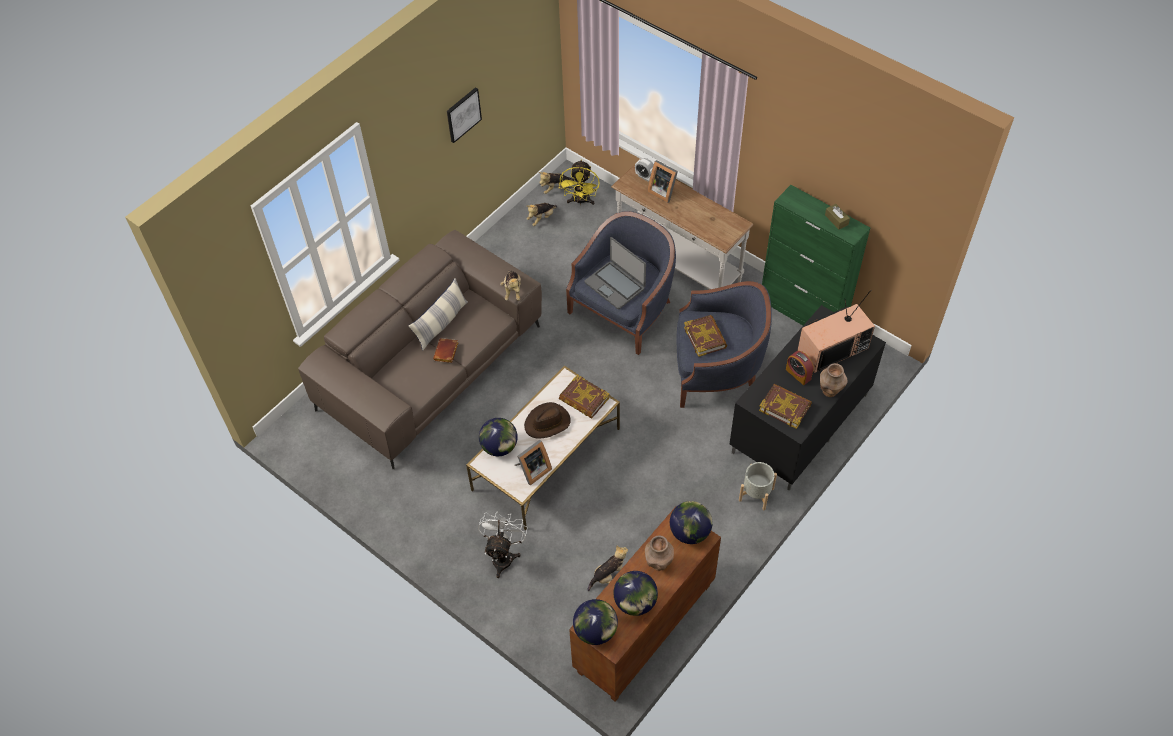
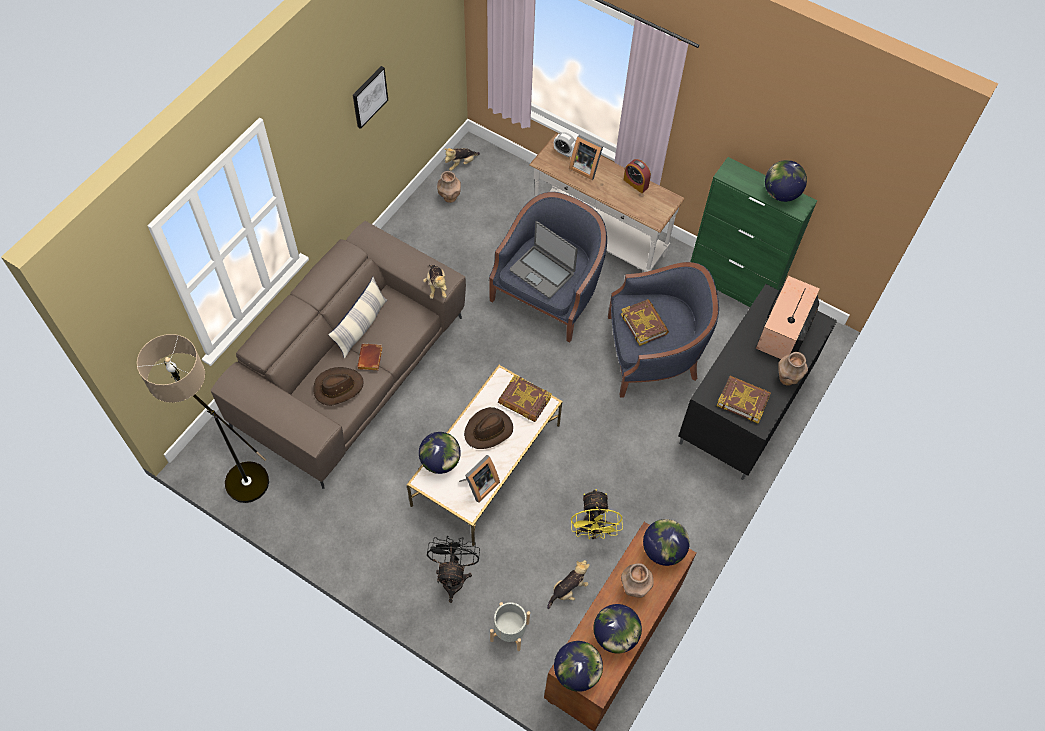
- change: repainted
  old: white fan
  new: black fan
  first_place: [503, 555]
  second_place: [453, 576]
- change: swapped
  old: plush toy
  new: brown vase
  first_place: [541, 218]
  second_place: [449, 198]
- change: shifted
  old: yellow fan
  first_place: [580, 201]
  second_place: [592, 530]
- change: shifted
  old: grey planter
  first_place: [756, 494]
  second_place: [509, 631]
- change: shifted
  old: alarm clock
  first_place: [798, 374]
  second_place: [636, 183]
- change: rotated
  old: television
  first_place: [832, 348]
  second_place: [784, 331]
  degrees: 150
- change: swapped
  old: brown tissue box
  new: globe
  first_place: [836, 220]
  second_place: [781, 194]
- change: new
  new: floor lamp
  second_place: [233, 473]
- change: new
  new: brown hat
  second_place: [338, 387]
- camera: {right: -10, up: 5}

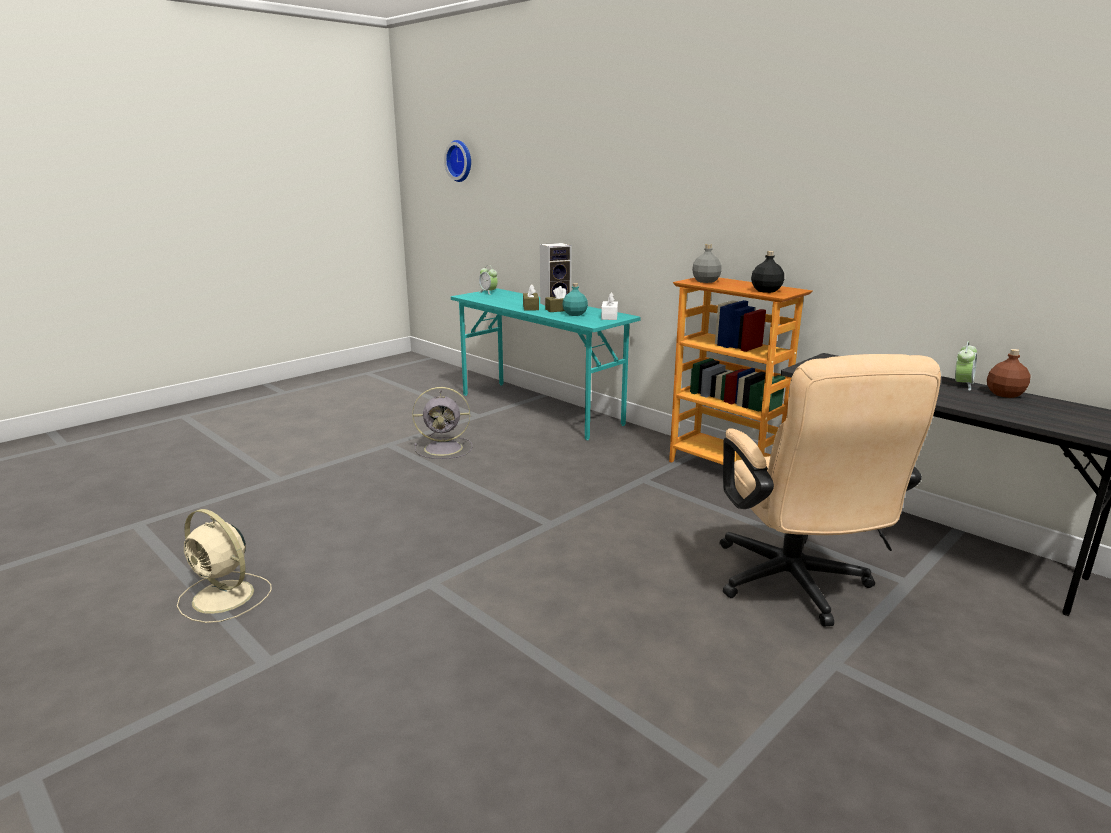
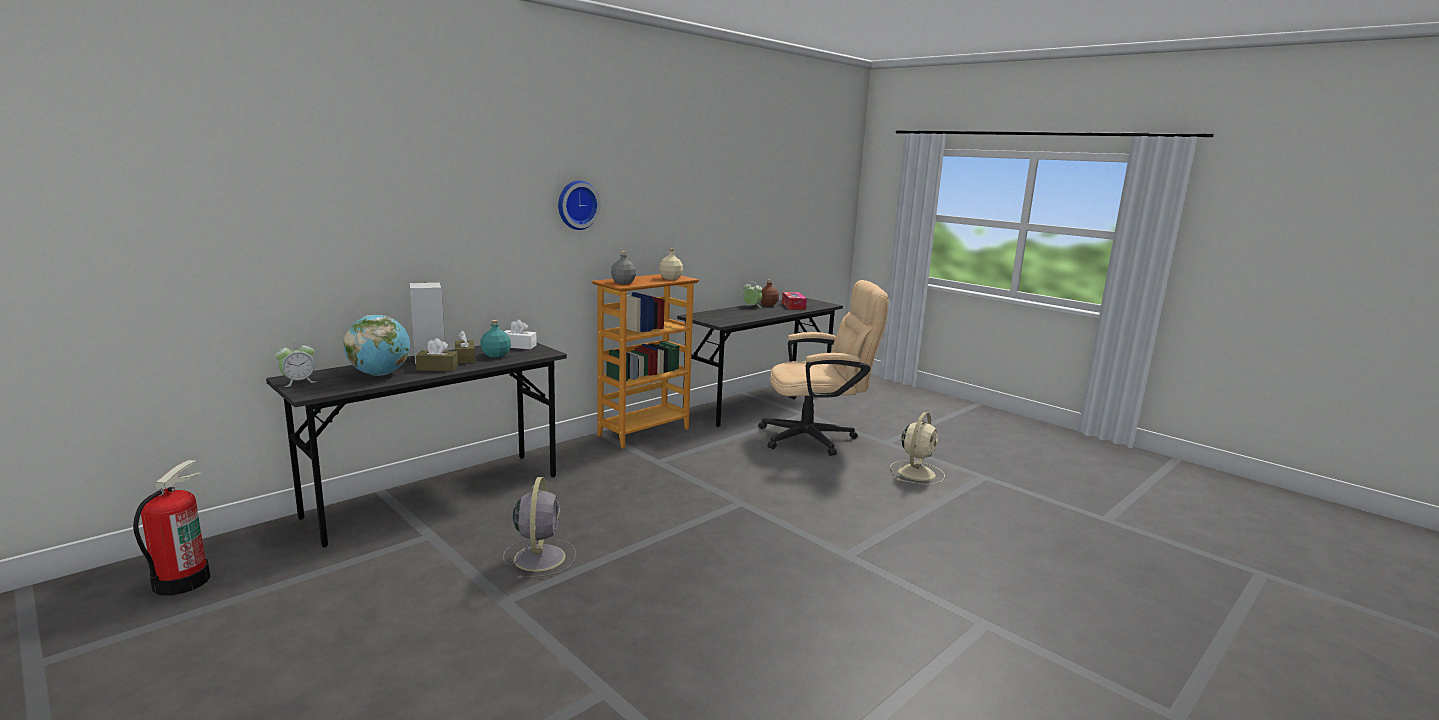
- change: shifted
  old: beige fan
  first_place: [225, 597]
  second_place: [917, 472]
- change: shifted
  old: wall clock
  first_place: [461, 161]
  second_place: [576, 205]
- change: repainted
  old: turquoise desk
  new: grey desk
  first_place: [540, 409]
  second_place: [437, 495]
- change: repainted
  old: black bottle
  new: beige bottle
  first_place: [766, 291]
  second_place: [671, 278]
- change: new
  new: fire extinguisher
  second_place: [181, 581]
- change: new
  new: globe
  second_place: [380, 374]
- change: new
  new: tissue box
  second_place: [793, 306]
- camera: {right: -90, up: -5}

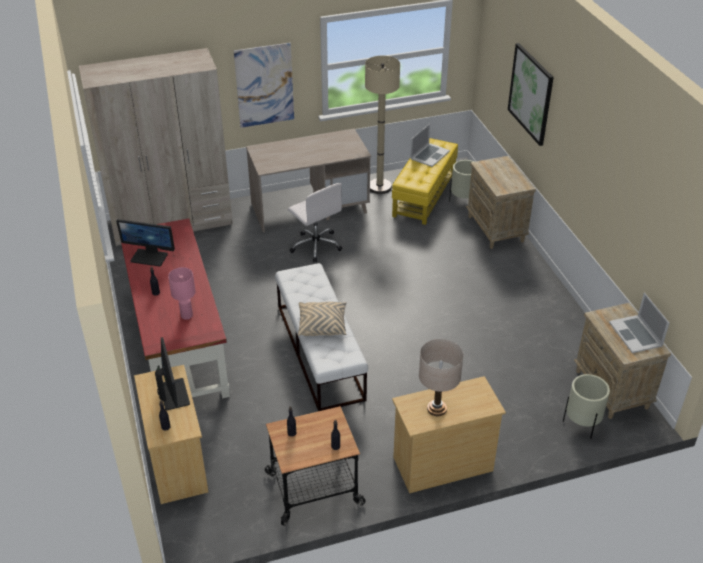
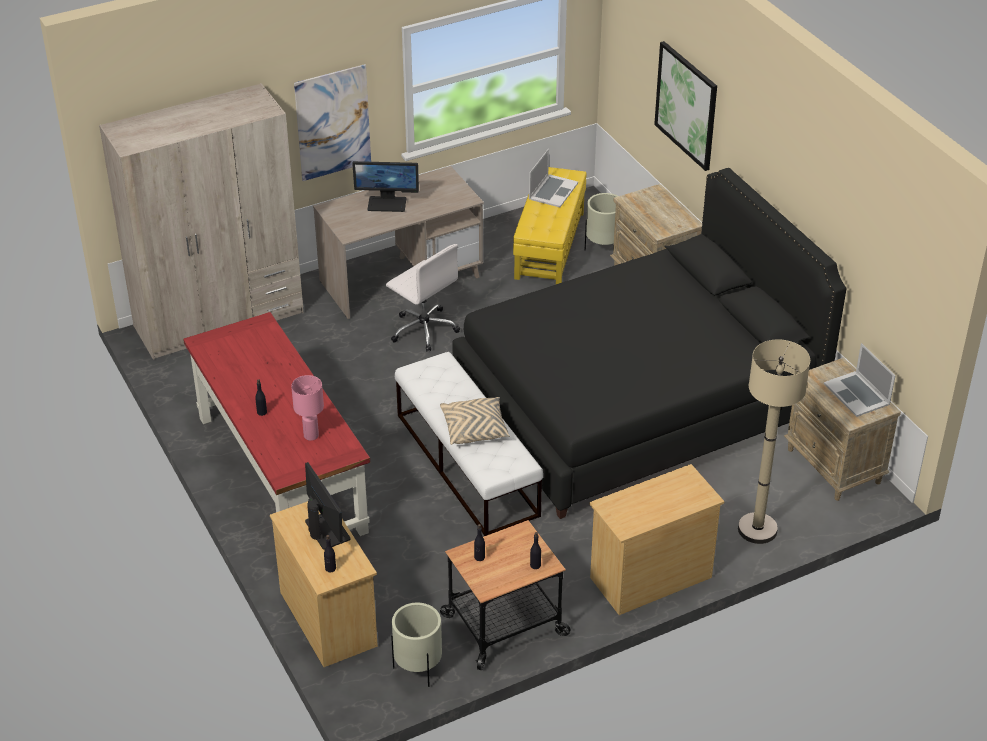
- change: shifted
  old: monitor
  first_place: [149, 257]
  second_place: [387, 203]
- change: shifted
  old: beige floor lamp
  first_place: [379, 187]
  second_place: [757, 529]
- change: gone
  old: beige table lamp
  first_place: [437, 409]
- change: shifted
  old: beige planter
  first_place: [581, 424]
  second_place: [418, 669]
- change: new
  new: black bed
  second_place: [636, 404]
- camera: {right: -10, up: 0}

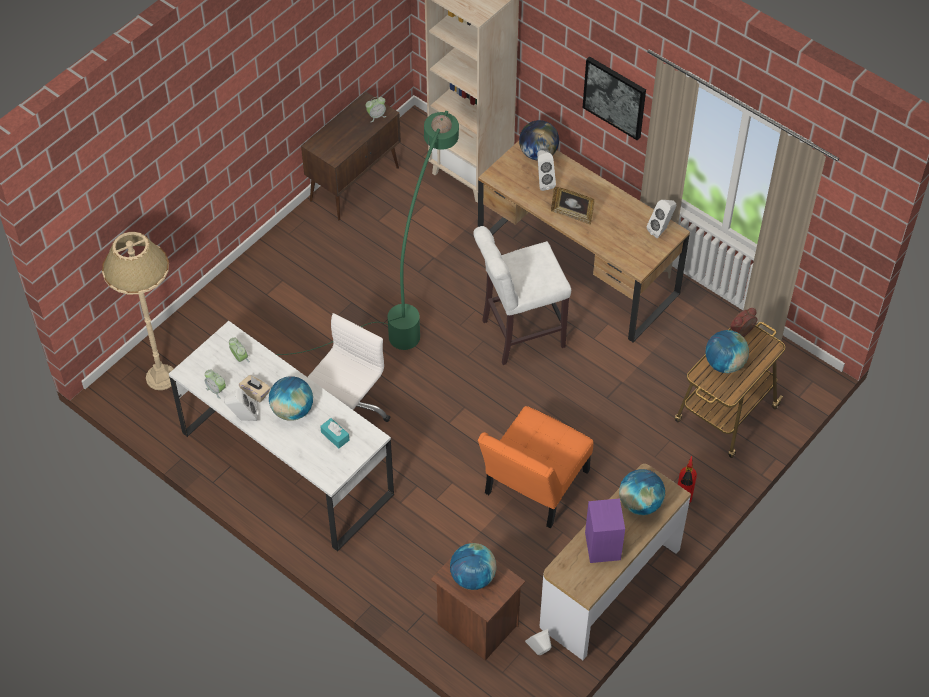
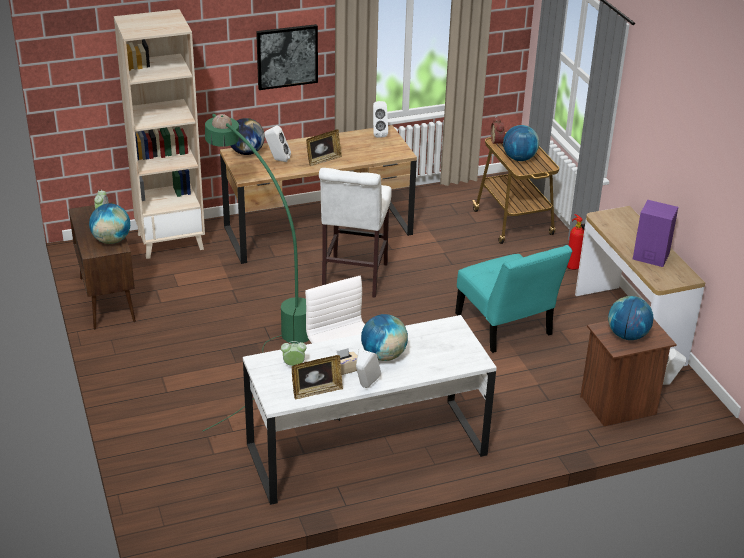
- change: gone
  old: beige floor lamp
  first_place: [161, 377]
- change: swapped
  old: alarm clock
  new: picture frame
  first_place: [216, 390]
  second_place: [316, 391]
- change: gone
  old: turquoise tissue box
  first_place: [335, 436]
- change: repainted
  old: orange chair
  new: turquoise chair
  first_place: [533, 487]
  second_place: [506, 327]
- change: shifted
  old: globe
  first_place: [640, 503]
  second_place: [111, 240]
- camera: {right: -60, up: -20}

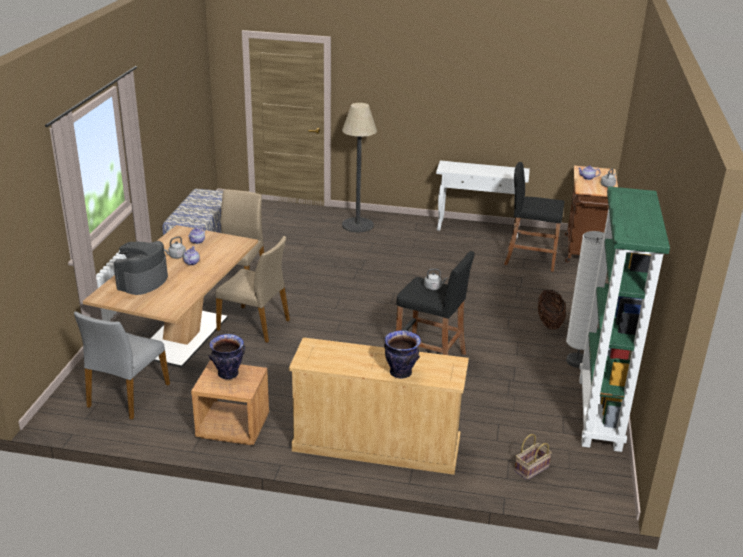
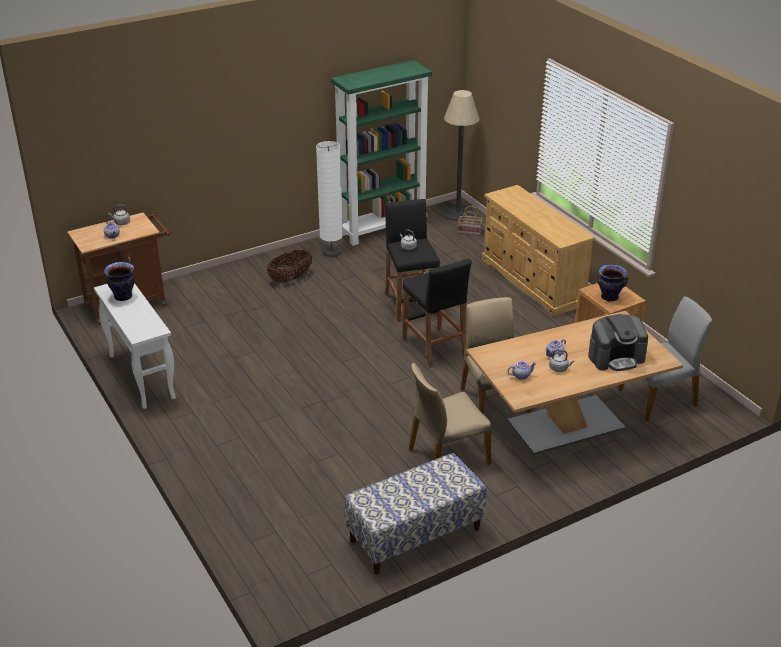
- change: shifted
  old: floor lamp
  first_place: [357, 225]
  second_place: [458, 213]
- change: shifted
  old: vase
  first_place: [400, 373]
  second_place: [123, 297]
- change: shifted
  old: black stool
  first_place: [529, 259]
  second_place: [434, 347]
- camera: {right: -130, up: 5}

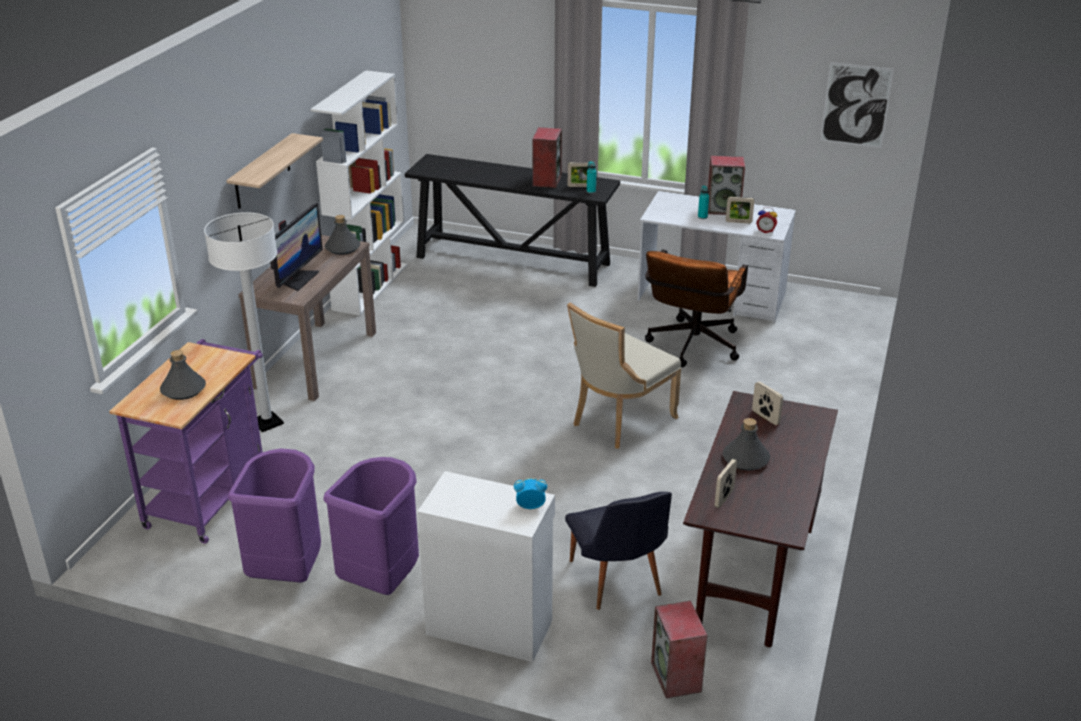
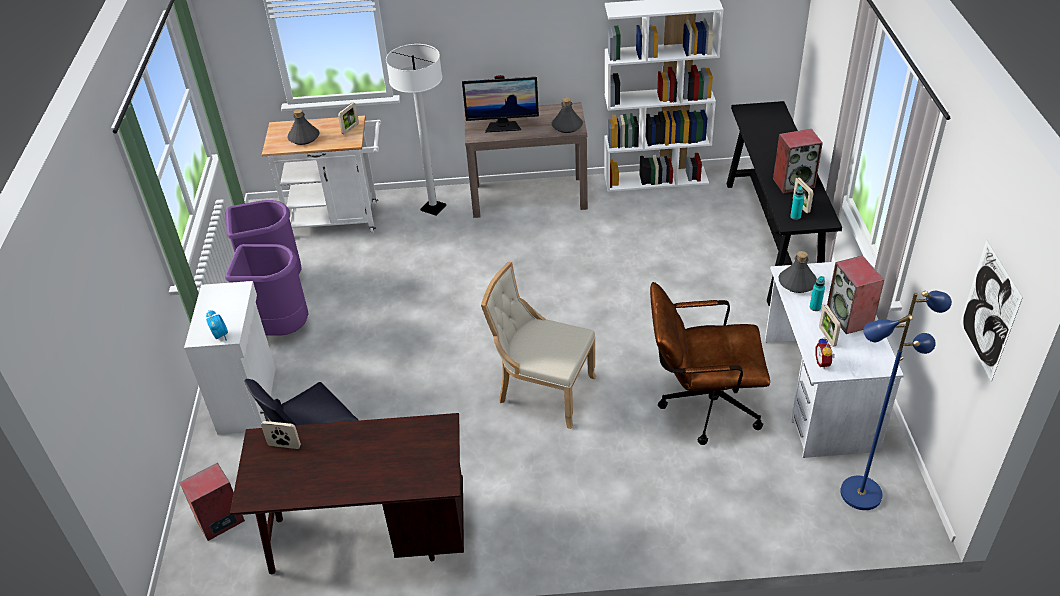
- change: repainted
  old: purple cart
  new: white cart
  first_place: [211, 495]
  second_place: [340, 219]
- change: gone
  old: shelf
  first_place: [262, 172]
- change: shifted
  old: grey bottle
  first_place: [745, 459]
  second_place: [797, 283]
- change: shifted
  old: picture frame
  first_place: [765, 417]
  second_place: [350, 129]
- change: new
  new: blue floor lamp
  second_place: [860, 492]
- camera: {right: 70, up: 10}

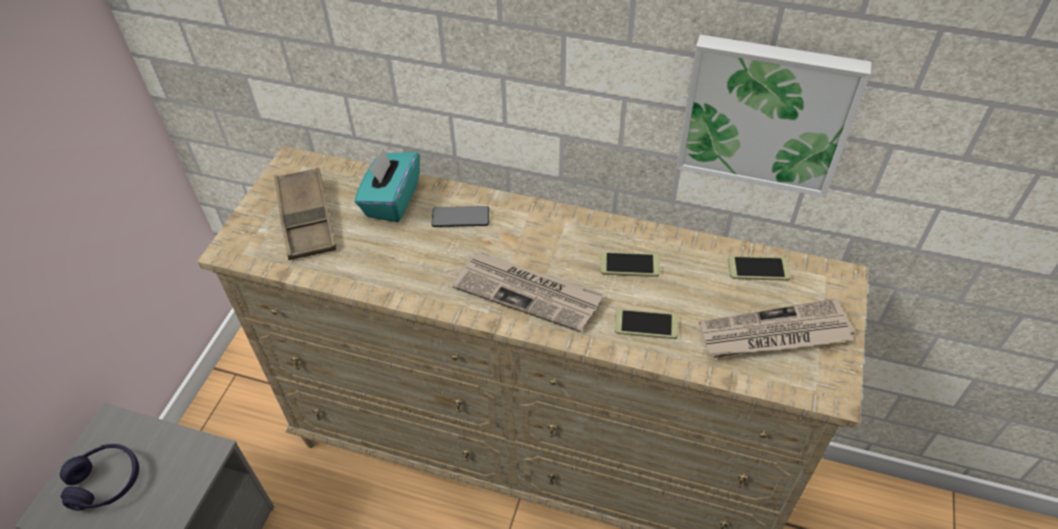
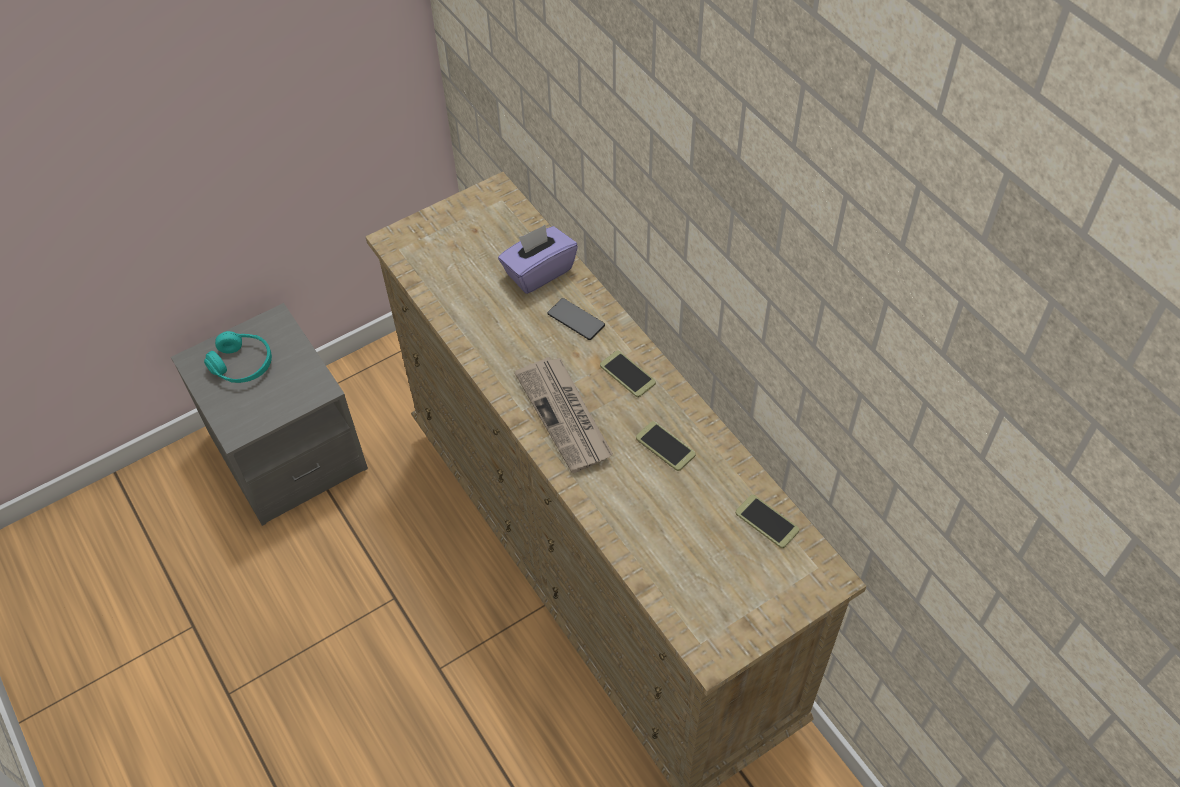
- change: repainted
  old: purple headphones
  new: turquoise headphones
  first_place: [105, 482]
  second_place: [242, 364]
- change: gone
  old: brown tray
  first_place: [306, 219]
- change: repainted
  old: turquoise tissue box
  new: purple tissue box
  first_place: [391, 200]
  second_place: [538, 272]
- change: shifted
  old: phone
  first_place: [646, 324]
  second_place: [627, 374]
- change: gone
  old: picture
  first_place: [766, 113]
- change: gone
  old: newspaper
  first_place: [774, 334]
- camera: {right: 40, up: 5}

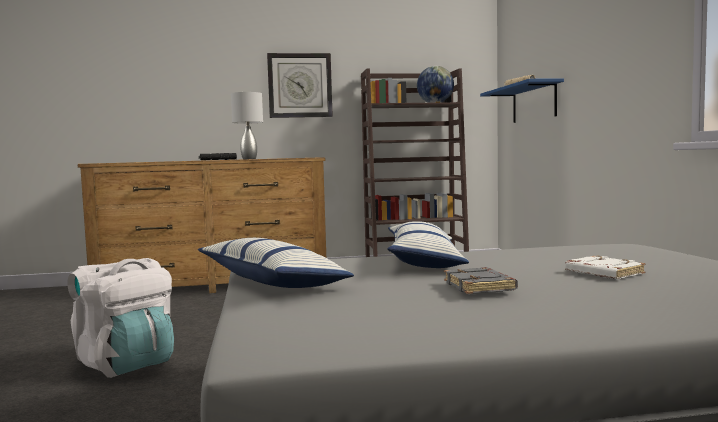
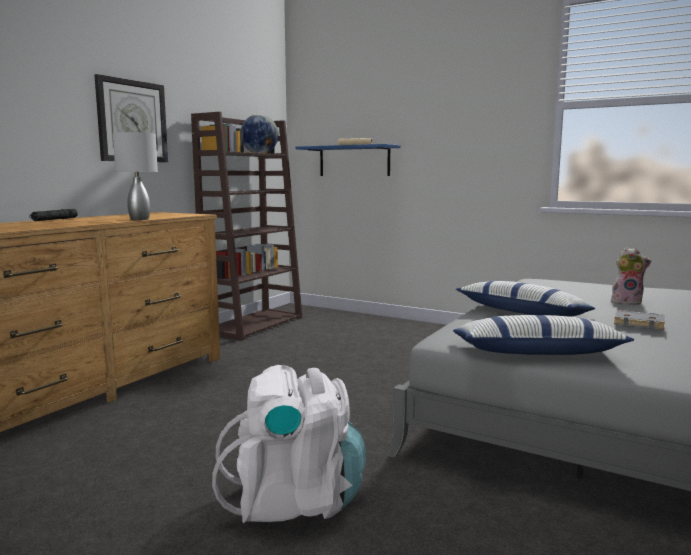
- change: swapped
  old: white book
  new: plush toy
  first_place: [602, 273]
  second_place: [627, 302]
- camera: {right: -50, up: 5}

